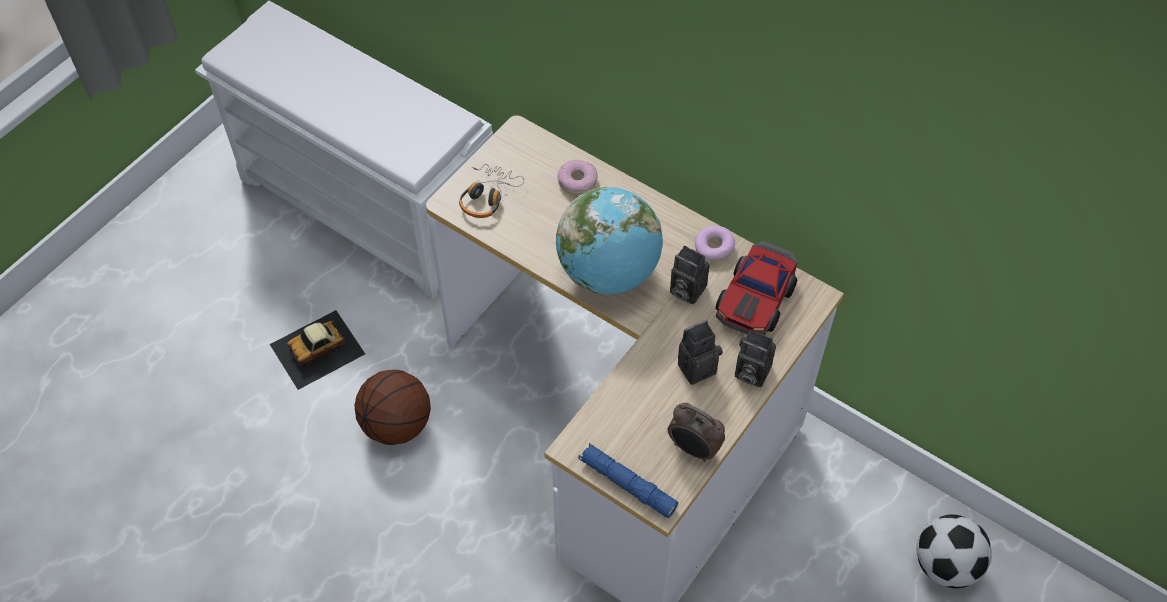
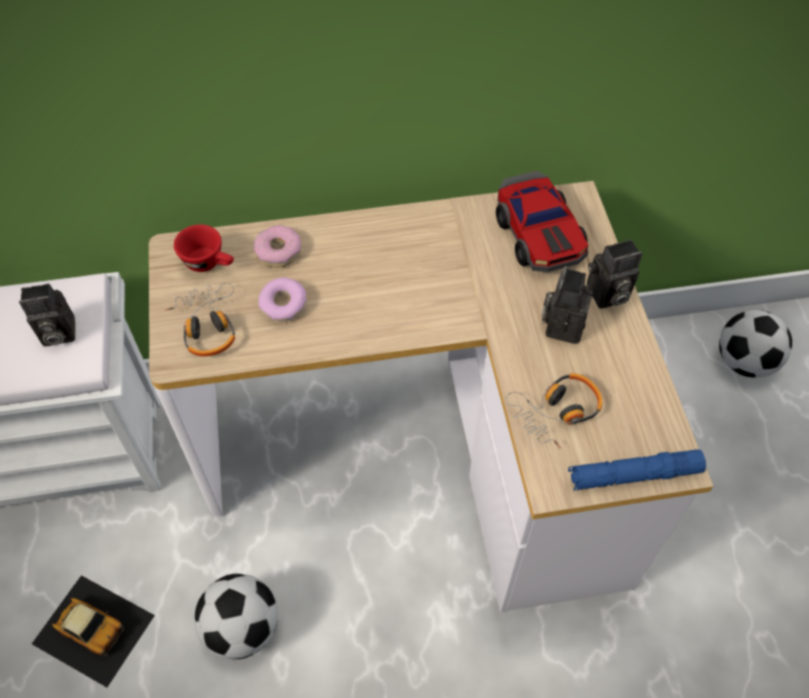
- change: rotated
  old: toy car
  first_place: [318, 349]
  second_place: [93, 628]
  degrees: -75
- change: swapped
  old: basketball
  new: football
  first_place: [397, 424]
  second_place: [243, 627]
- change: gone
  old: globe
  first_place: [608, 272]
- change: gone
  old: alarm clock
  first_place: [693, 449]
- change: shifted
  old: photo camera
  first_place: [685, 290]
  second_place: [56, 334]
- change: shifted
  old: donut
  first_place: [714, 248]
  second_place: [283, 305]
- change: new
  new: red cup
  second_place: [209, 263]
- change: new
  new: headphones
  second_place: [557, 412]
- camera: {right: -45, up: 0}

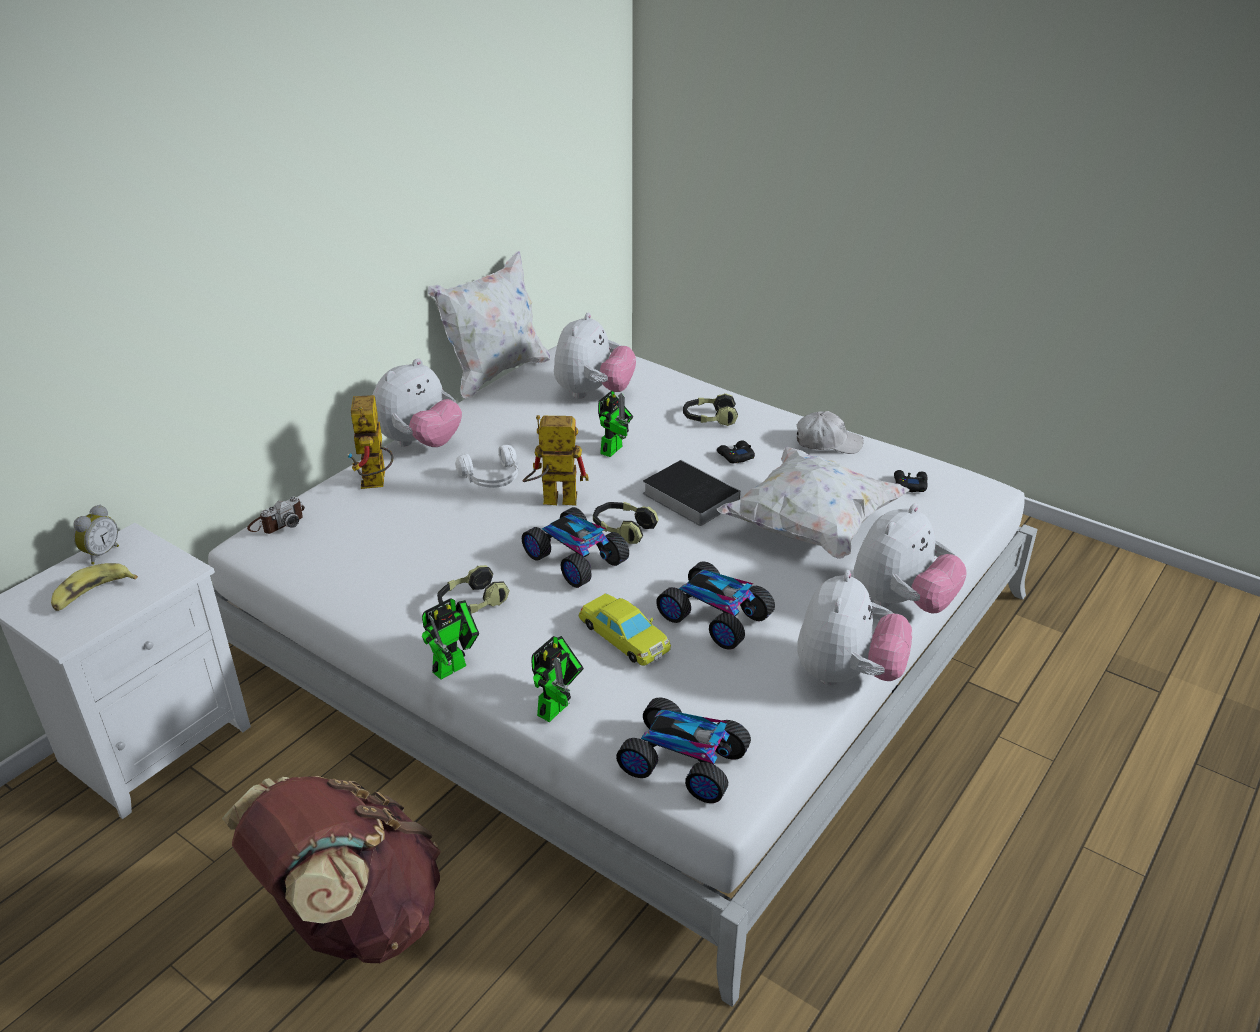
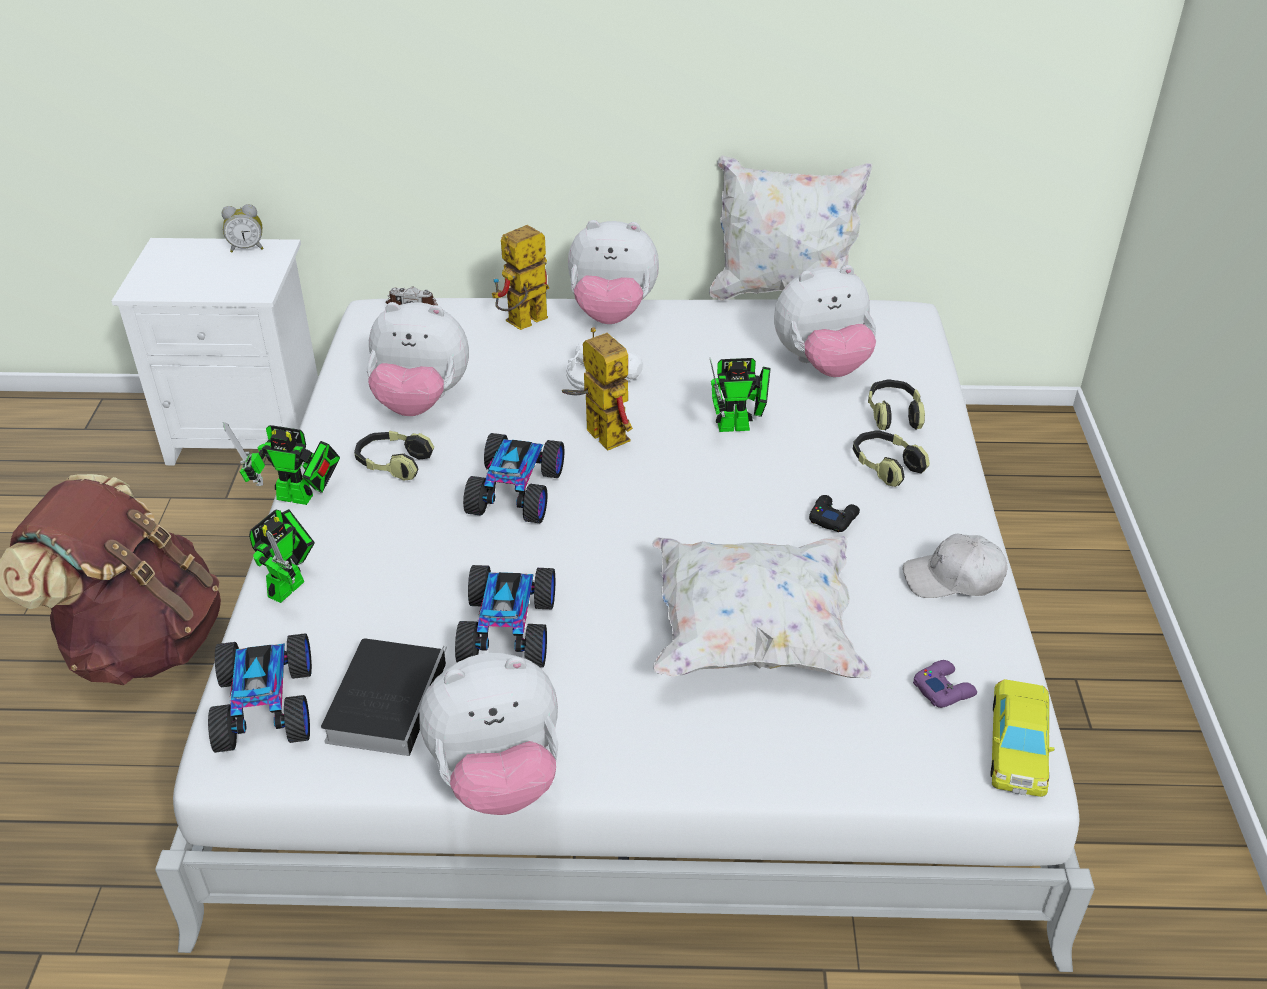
- change: gone
  old: banana
  first_place: [92, 594]
- change: rotated
  old: toy robot
  first_place: [557, 706]
  second_place: [290, 585]
  degrees: -60
- change: shifted
  old: yellow toy car
  first_place: [624, 636]
  second_place: [1018, 744]
- change: shifted
  old: headphones
  first_place: [623, 529]
  second_place: [893, 414]
- change: shifted
  old: book
  first_place: [687, 497]
  second_place: [387, 699]
- change: rotated
  old: white cap
  first_place: [827, 442]
  second_place: [953, 579]
  degrees: 120
- change: shifted
  old: plush toy
  first_place: [901, 603]
  second_place: [420, 402]
- change: repainted
  old: black game controller
  new: purple game controller
  first_place: [909, 485]
  second_place: [943, 689]
- camera: {right: 55, up: 5}

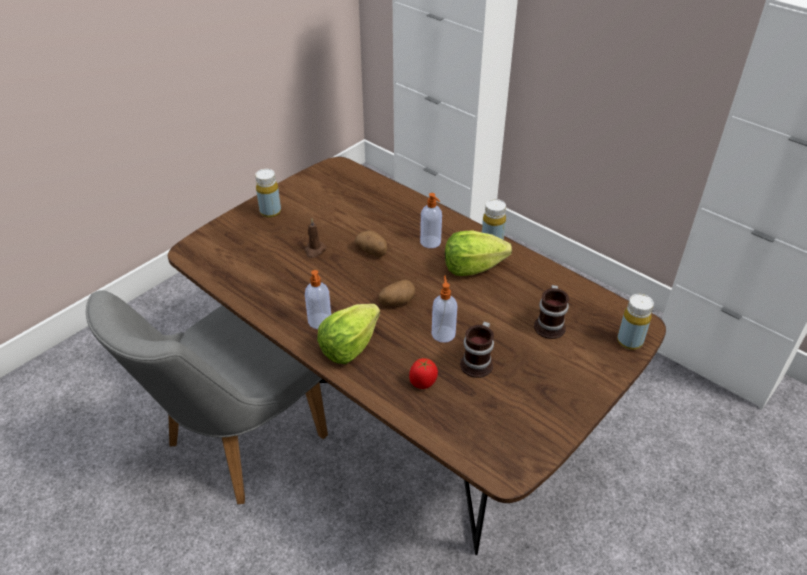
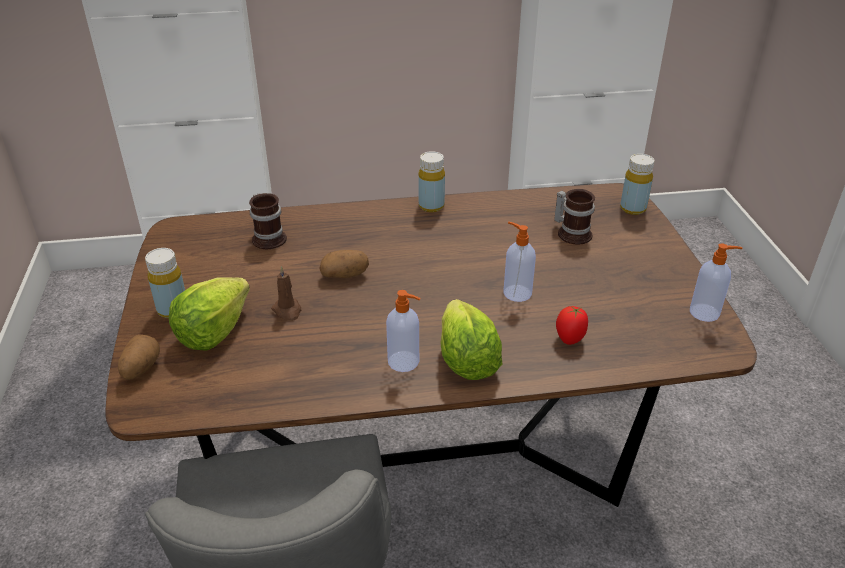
- change: shifted
  old: potato
  first_place: [397, 301]
  second_place: [140, 368]
- change: shifted
  old: soap dispenser
  first_place: [431, 242]
  second_place: [705, 313]
- change: shifted
  old: lettuce
  first_place: [472, 267]
  second_place: [213, 332]
- change: shifted
  old: mug
  first_place: [479, 363]
  second_place: [269, 237]
- camera: {right: -50, up: -5}

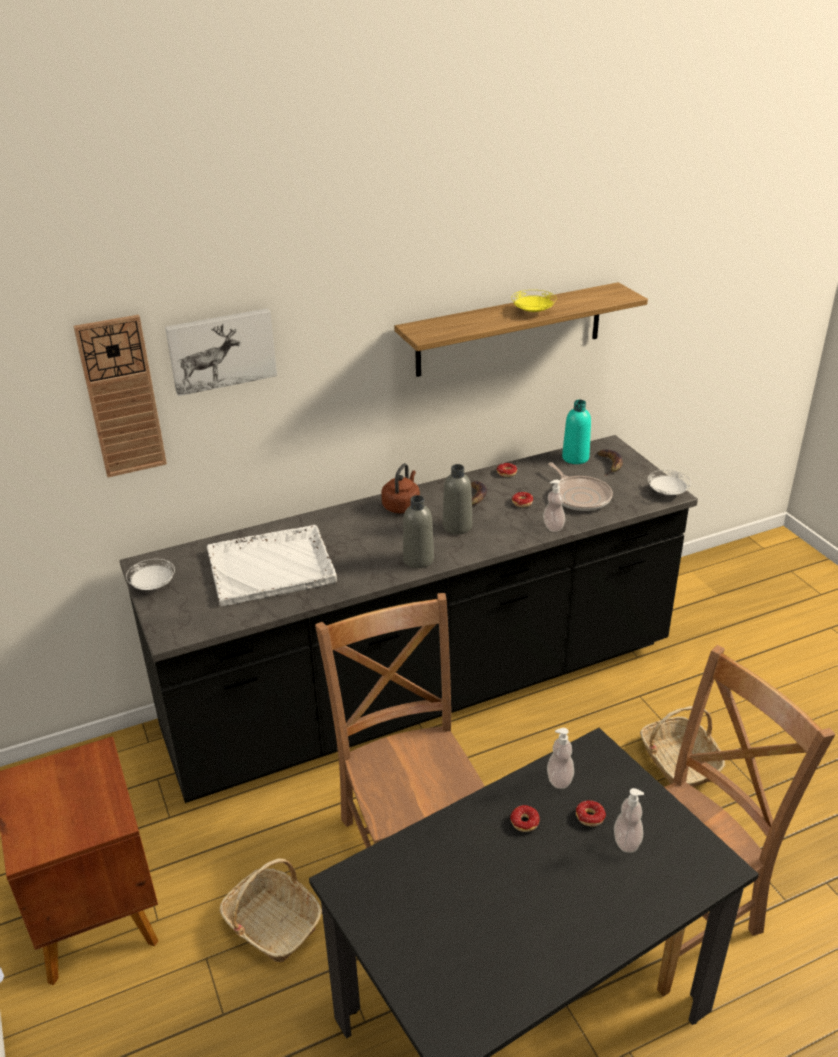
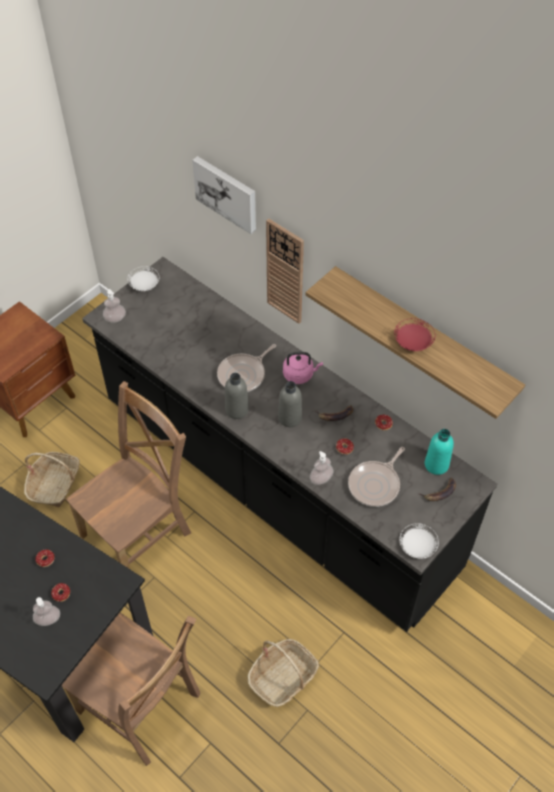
- change: shifted
  old: wall clock
  first_place: [122, 397]
  second_place: [285, 272]
- change: gone
  old: white tray
  first_place: [272, 567]
- change: repainted
  old: brown kettle
  new: pink kettle
  first_place: [402, 505]
  second_place: [300, 375]
- change: repainted
  old: yellow plate
  new: red plate
  first_place: [533, 312]
  second_place: [413, 342]
- change: shifted
  old: soap dispenser
  first_place: [559, 779]
  second_place: [115, 318]
- change: new
  new: frying pan
  second_place: [243, 374]
- camera: {right: 65, up: 20}

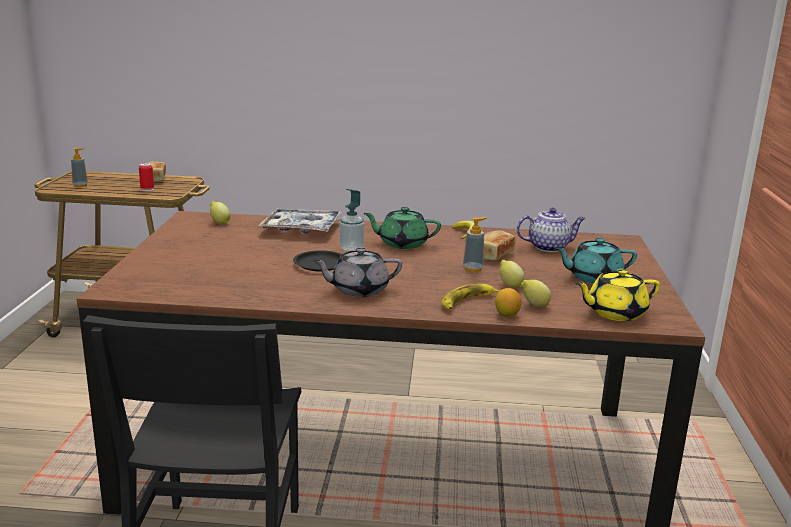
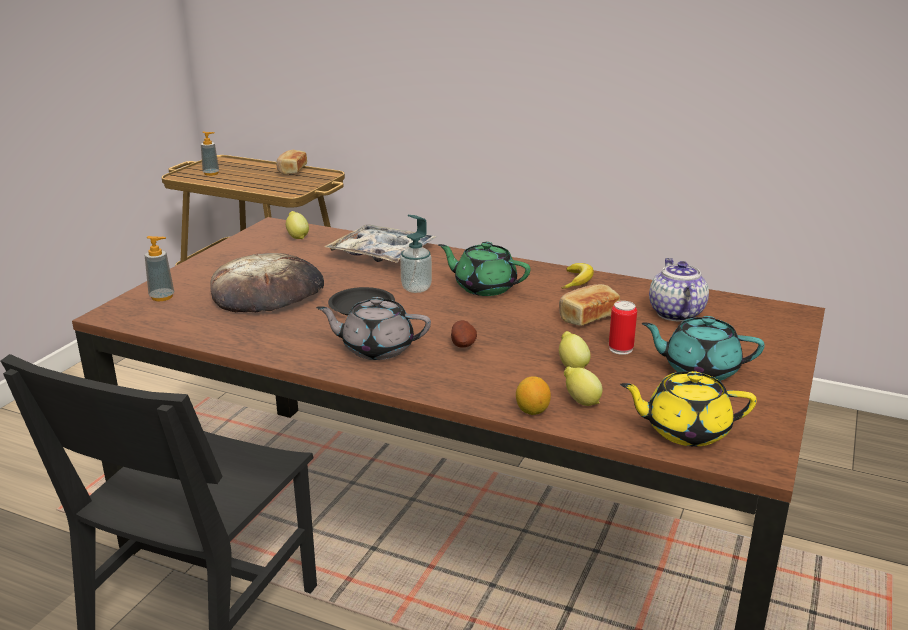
- change: shifted
  old: can
  first_place: [147, 189]
  second_place: [620, 349]
- change: gone
  old: banana
  first_place: [467, 302]
- change: shifted
  old: soap dispenser
  first_place: [473, 269]
  second_place: [162, 297]
- change: rotated
  old: teapot
  first_place: [549, 247]
  second_place: [675, 313]
  degrees: -105
- change: new
  new: bread
  second_place: [268, 291]
- change: new
  new: potato
  second_place: [463, 345]
- camera: {right: 20, up: 5}

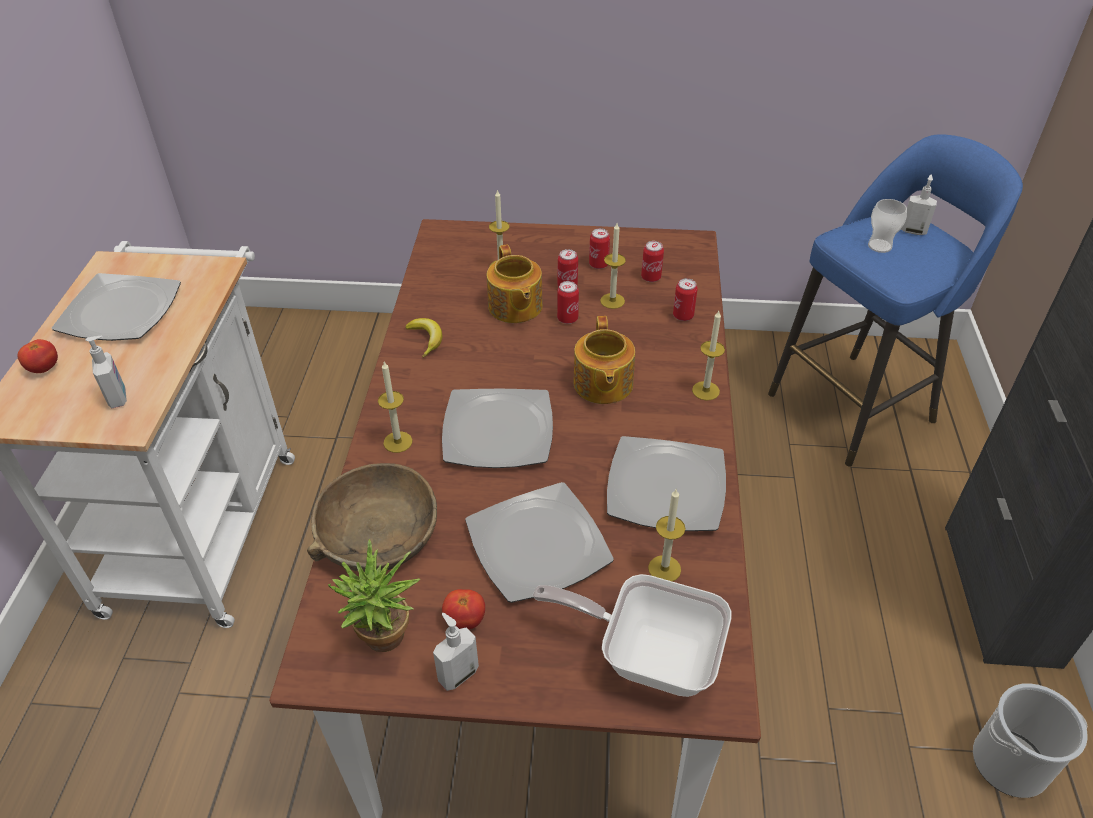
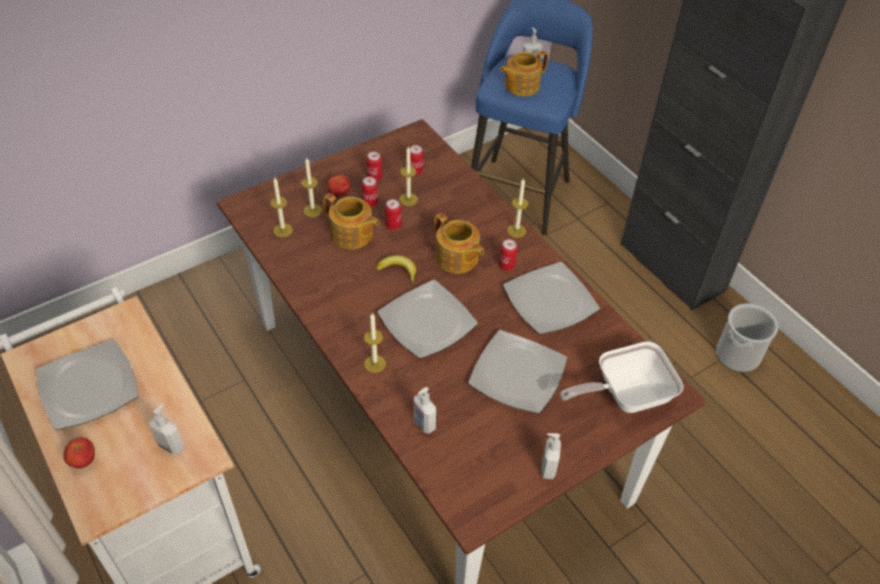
- change: swapped
  old: brown bowl
  new: soap dispenser
  first_place: [377, 533]
  second_place: [423, 424]
- change: gone
  old: potted plant
  first_place: [384, 643]
- change: shifted
  old: banana
  first_place: [426, 339]
  second_place: [398, 270]
- change: shifted
  old: tomato
  first_place: [465, 620]
  second_place: [339, 193]
- change: shifted
  old: candle
  first_place: [664, 569]
  second_place: [283, 230]
- change: shifted
  old: can
  first_place: [683, 316]
  second_place: [506, 266]
- change: swapped
  old: cup
  new: teapot
  first_place: [879, 246]
  second_place: [521, 85]
- camera: {right: -40, up: 5}

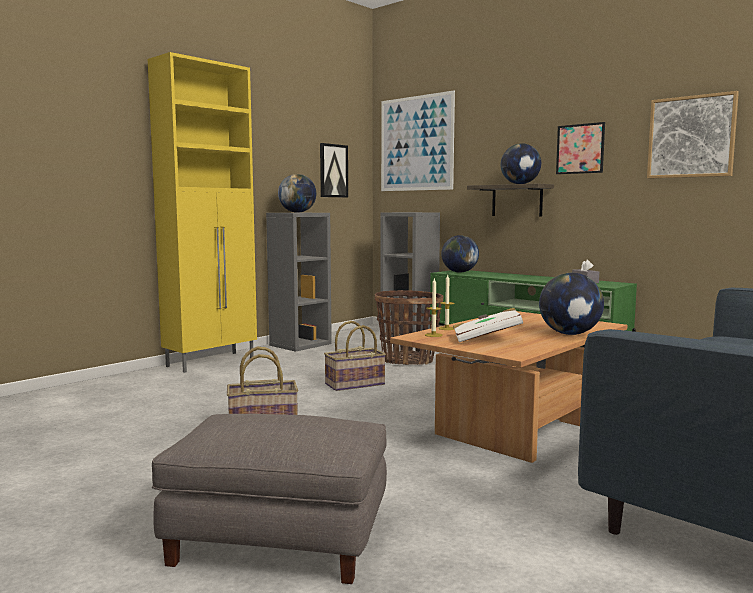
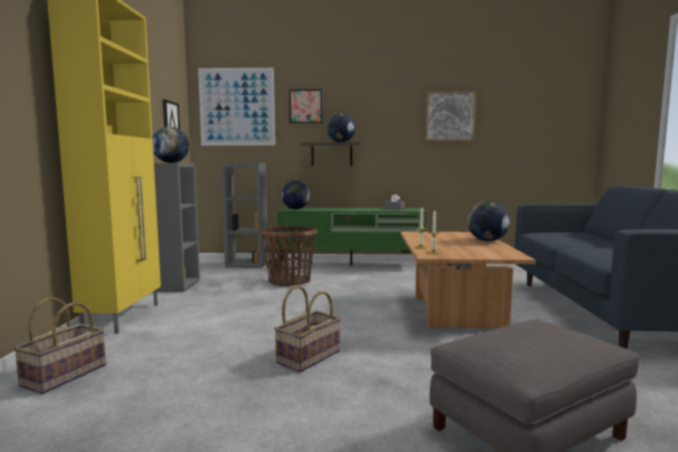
- change: shifted
  old: basket
  first_place: [355, 384]
  second_place: [65, 376]
- change: gone
  old: white book
  first_place: [486, 339]
- change: shifted
  old: picture
  first_place: [580, 149]
  second_place: [305, 106]
- camera: {right: -40, up: 0}

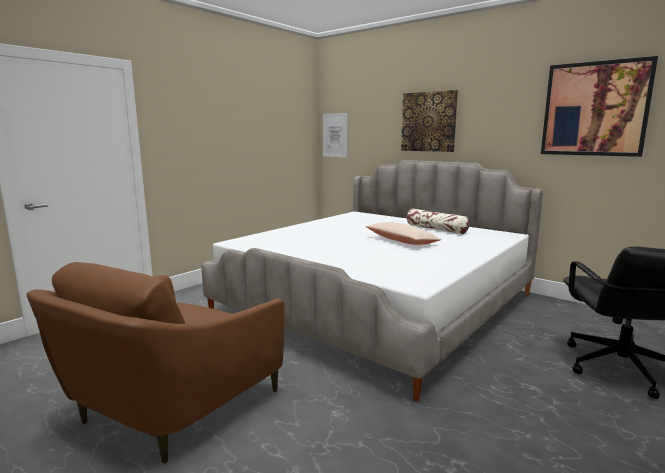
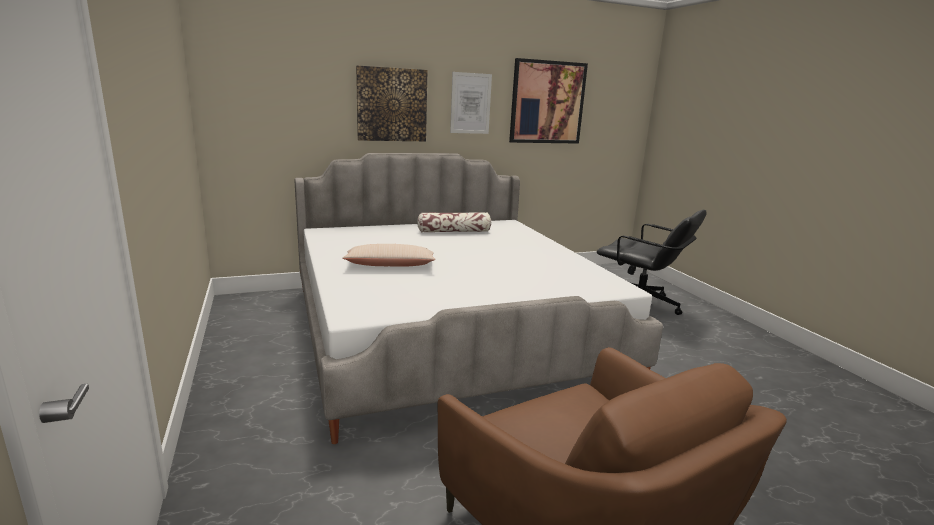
- change: shifted
  old: picture
  first_place: [335, 135]
  second_place: [470, 103]
- change: shifted
  old: beige pillow
  first_place: [401, 241]
  second_place: [390, 265]
- camera: {right: -60, up: 5}

